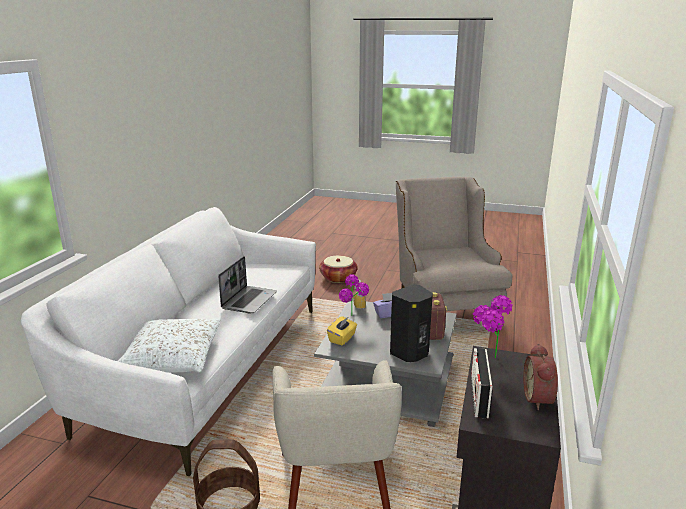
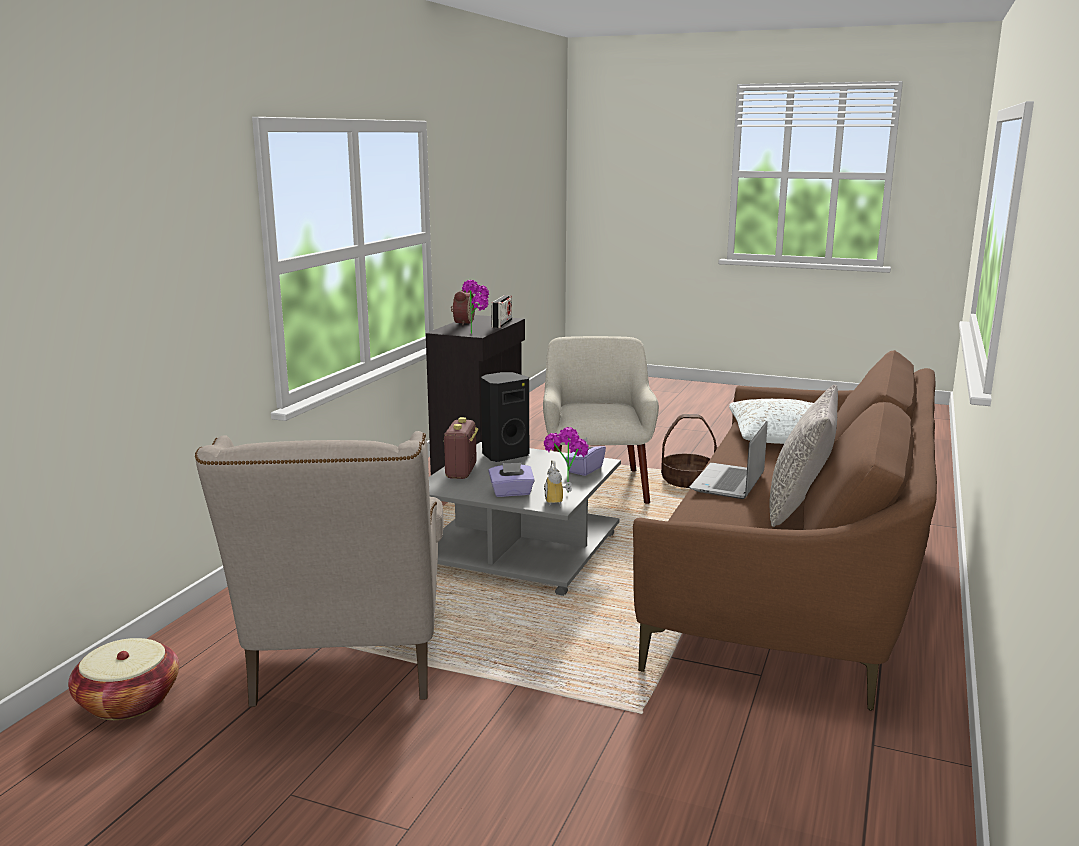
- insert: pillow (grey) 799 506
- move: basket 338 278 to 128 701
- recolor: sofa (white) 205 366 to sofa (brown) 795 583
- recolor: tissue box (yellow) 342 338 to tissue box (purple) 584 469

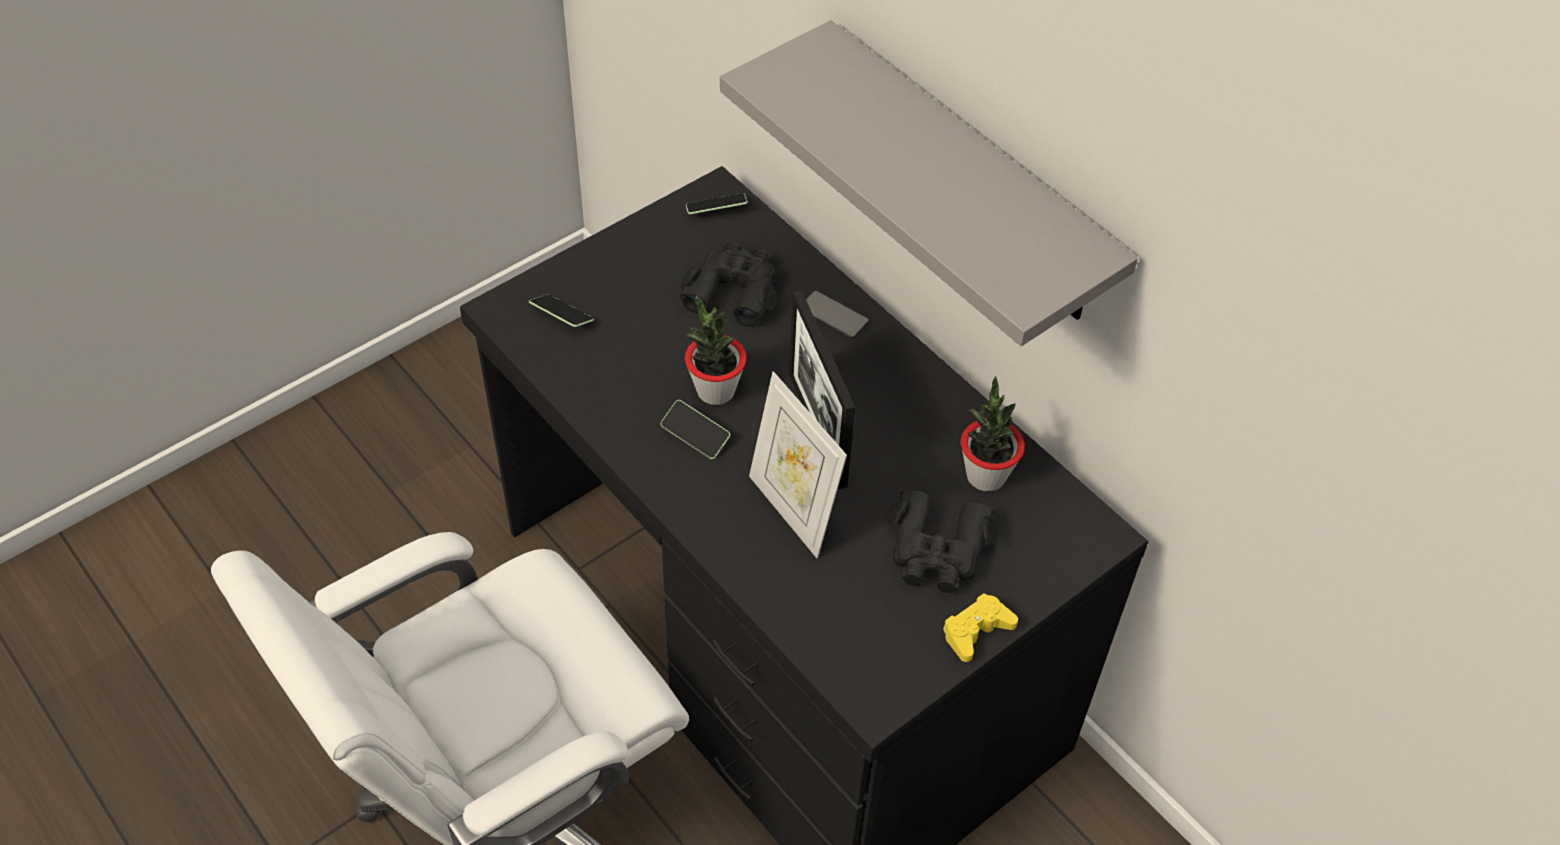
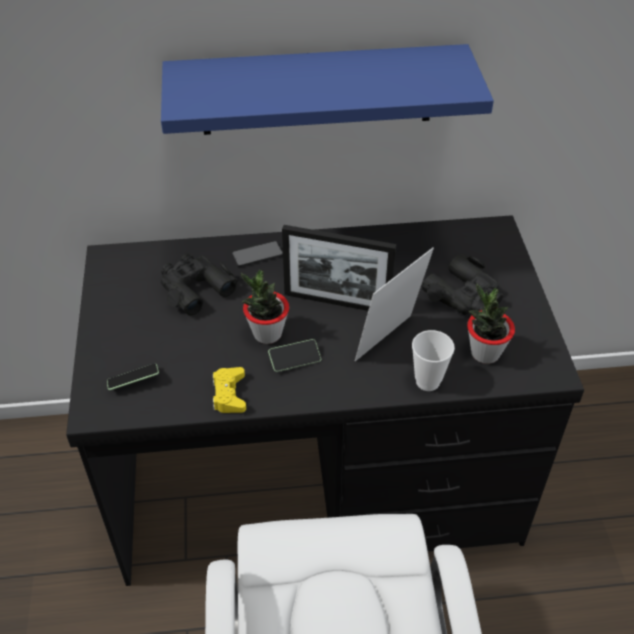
- delete: phone 716 210
- insert: cup 427 381
- move: game controller (yellow) 976 631 to 229 394
- move: potted plant 985 475 to 485 353
- recolor: shelf (grey) 968 177 to shelf (blue) 317 90
- rotate: picture frame 793 510 = 389 342 135 degrees clockwise

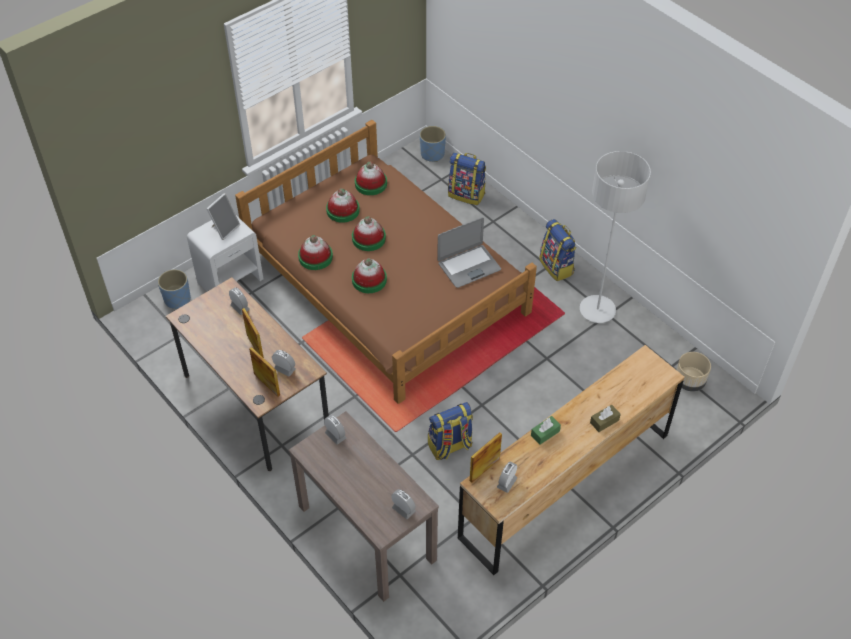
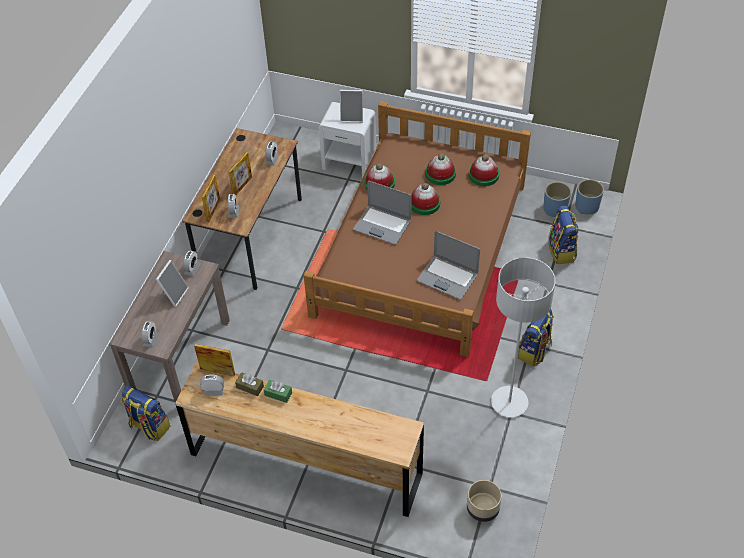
- insert: picture frame 174 294
- move: planter (blue) 177 299 to 555 209
- move: backpack 450 446 to 149 426
- move: tissue box (brown) 604 421 to 250 387
- replace: hat 369 280 to laptop 382 225

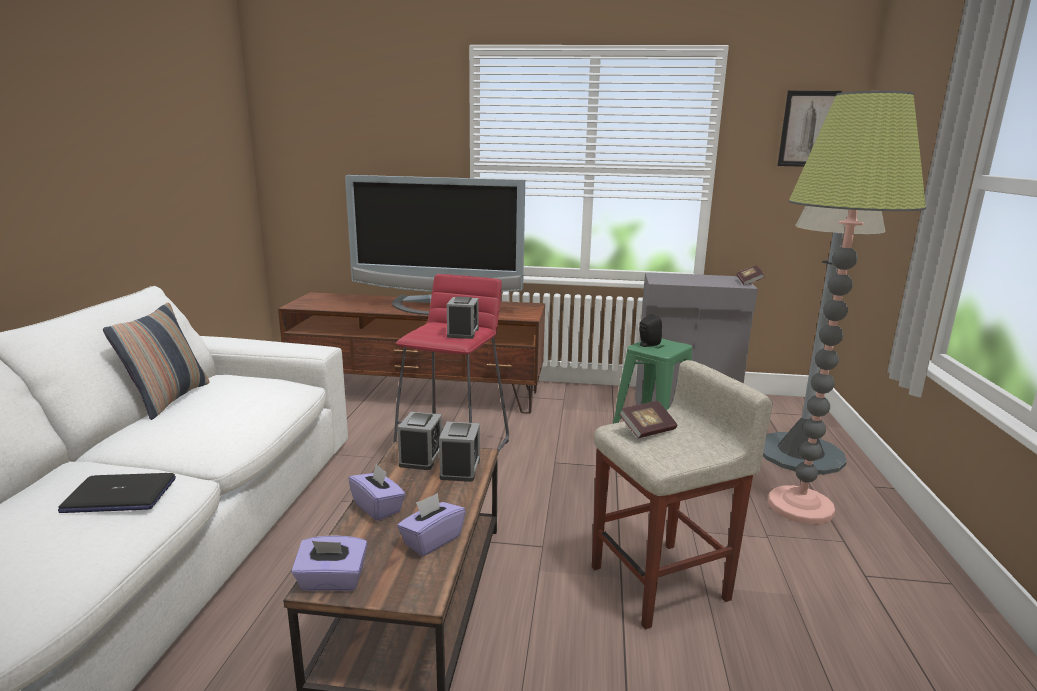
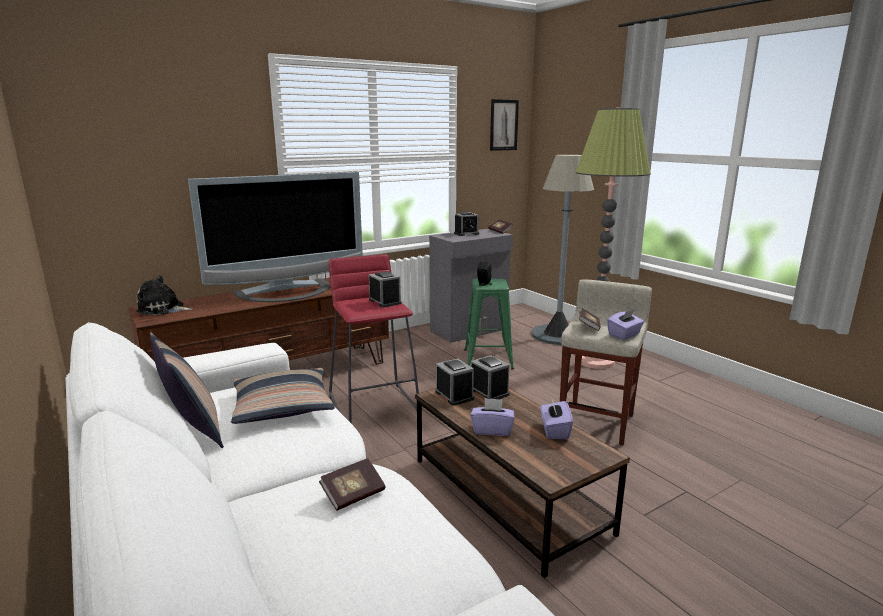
- insert: plush toy 163 309
- insert: pillow 282 406
- insert: alarm clock 466 233
- move: tissue box (purple) 332 581 to 624 335
- replace: laptop 119 495 to book 353 494

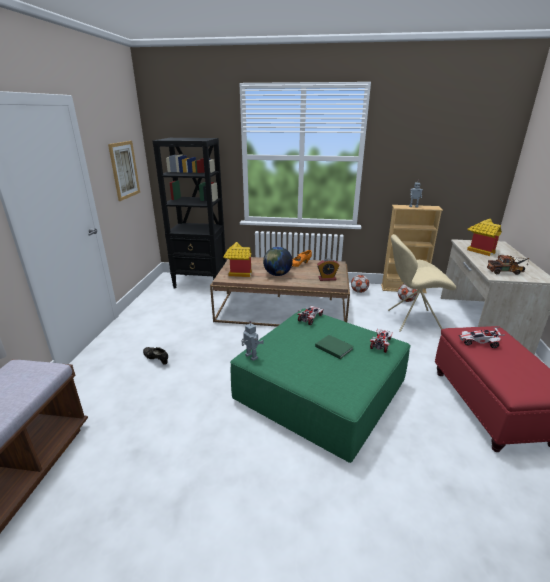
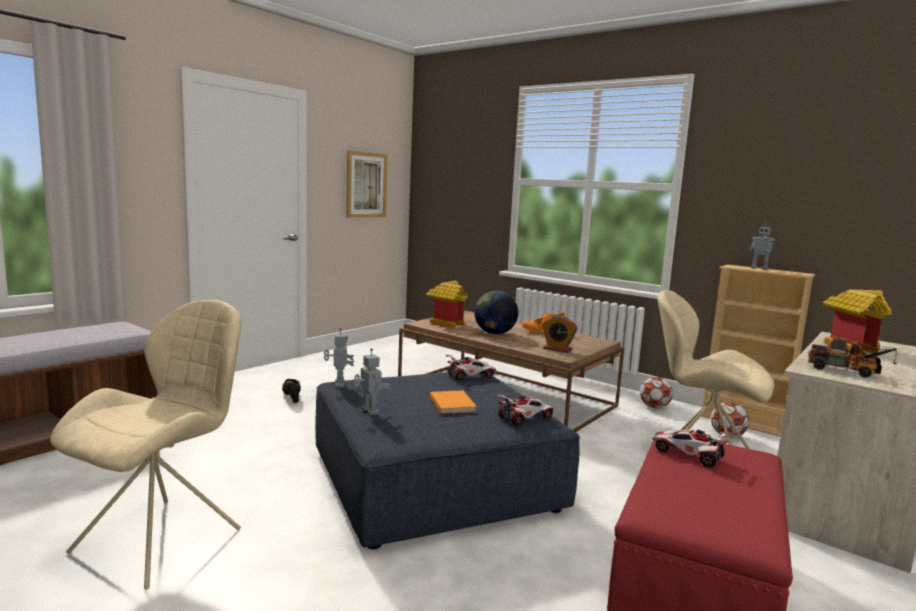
- delete: bookcase (black) 201 282
- insert: chair (beige) 163 538
- insert: toy robot 369 411
- recolor: ottoman (green) 320 392 to ottoman (blue) 434 480
- recolor: book (green) 333 347 to book (orange) 453 404

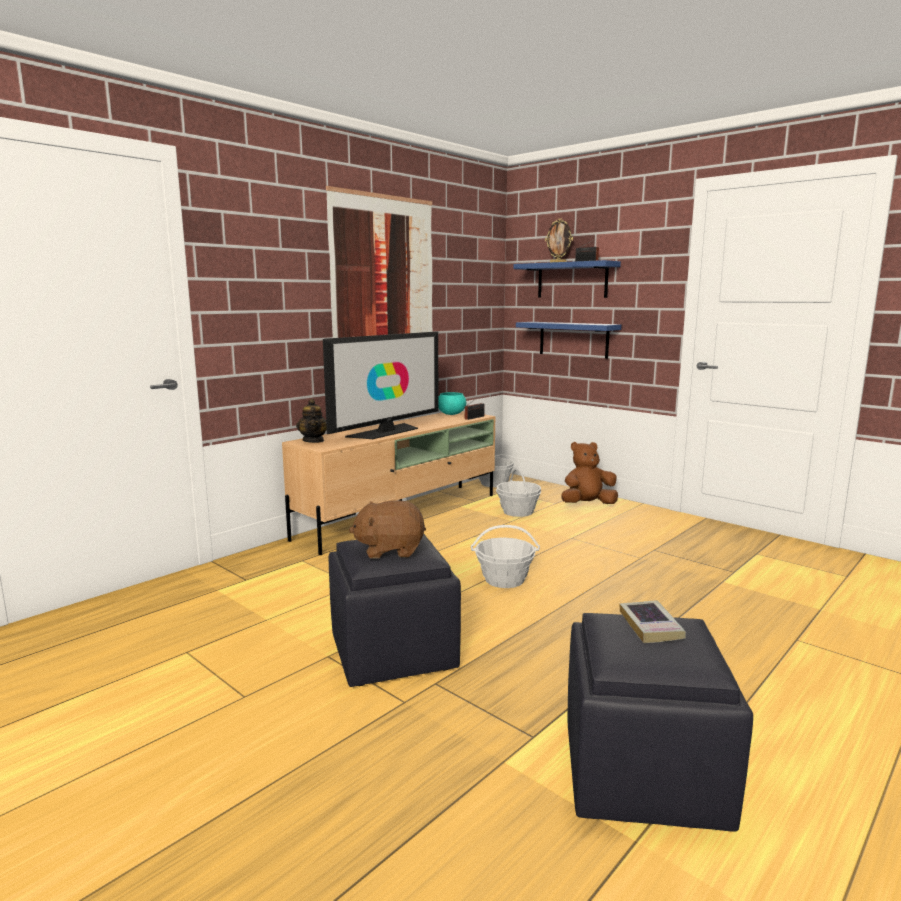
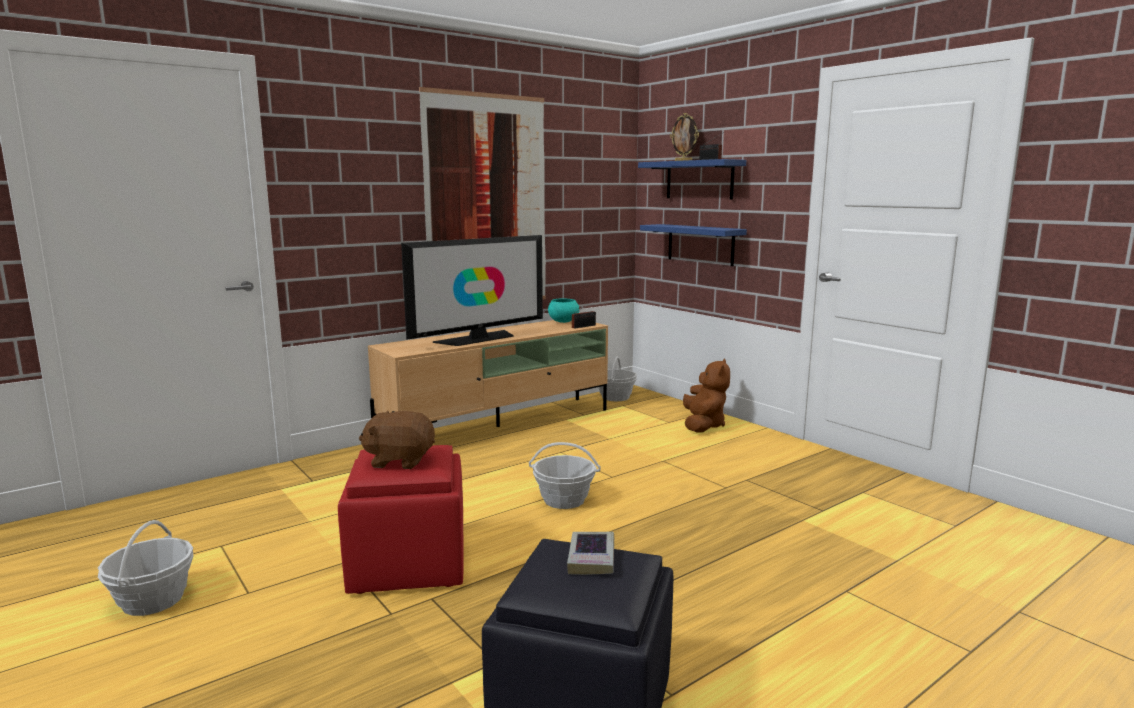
- delete: teapot 313 441
- move: basket 518 512 to 153 600
- recolor: ottoman (black) 394 653 to ottoman (red) 410 564
- rotate: plush toy (brown) 587 504 = 703 425 105 degrees clockwise

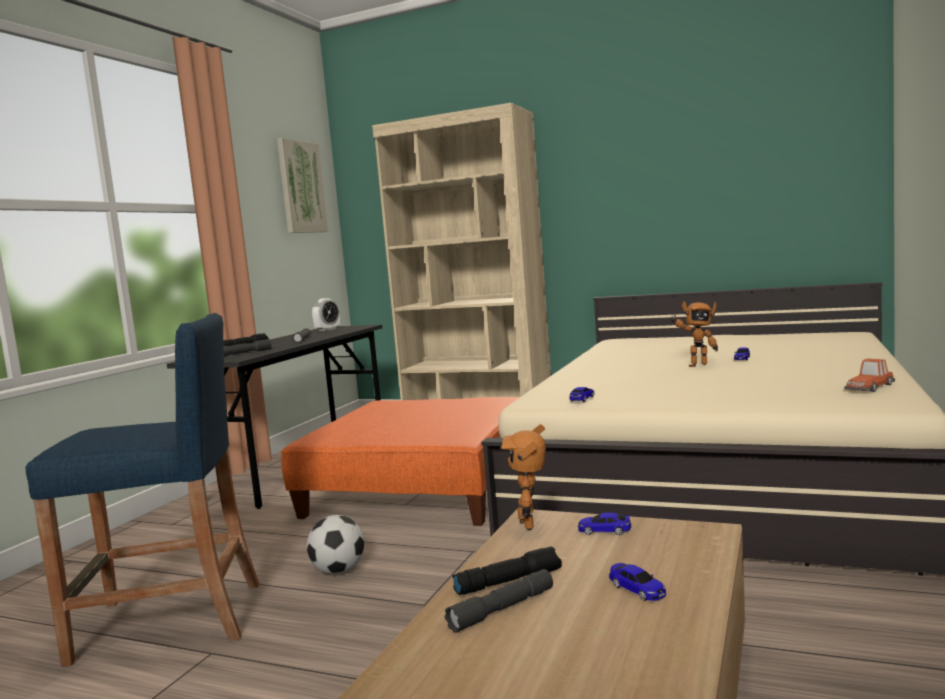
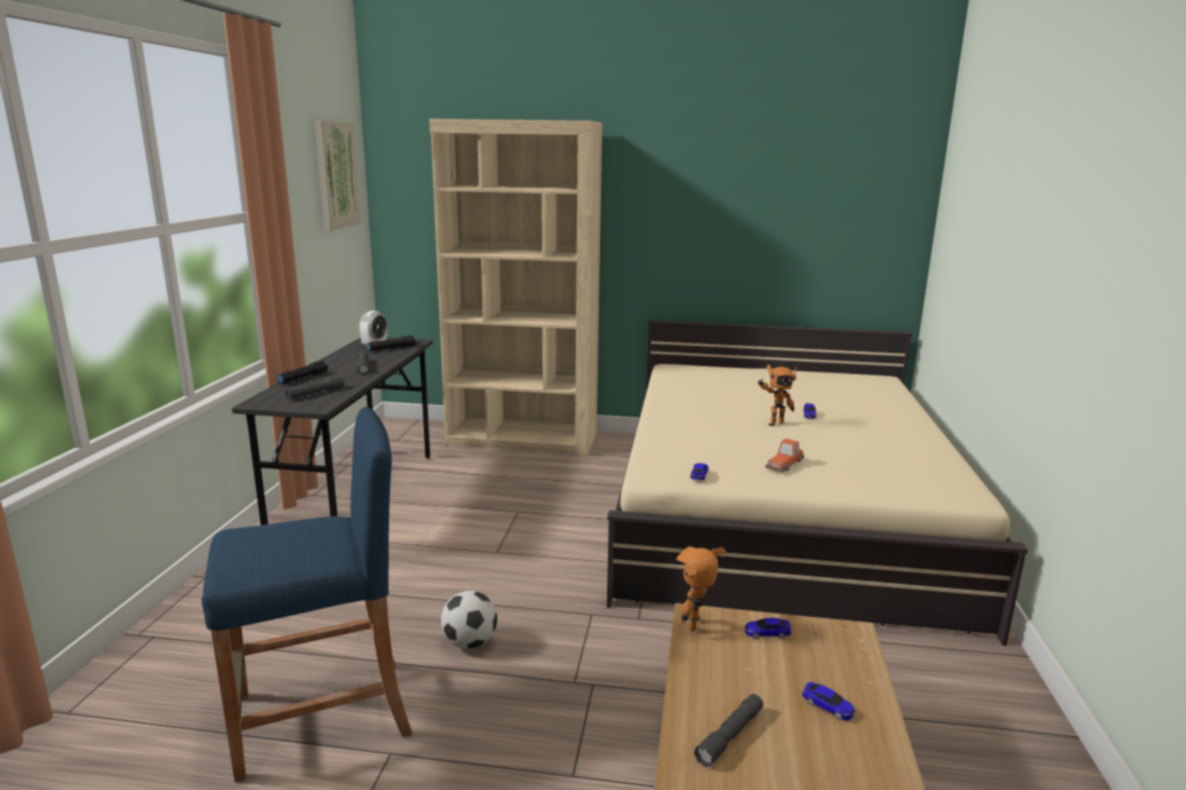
- delete: ottoman (orange) 422 488
- move: flashlight (black) 508 581 to 392 348
- move: toy car 869 387 to 784 464
- rotate: toy robot 530 524 = 698 625 45 degrees clockwise

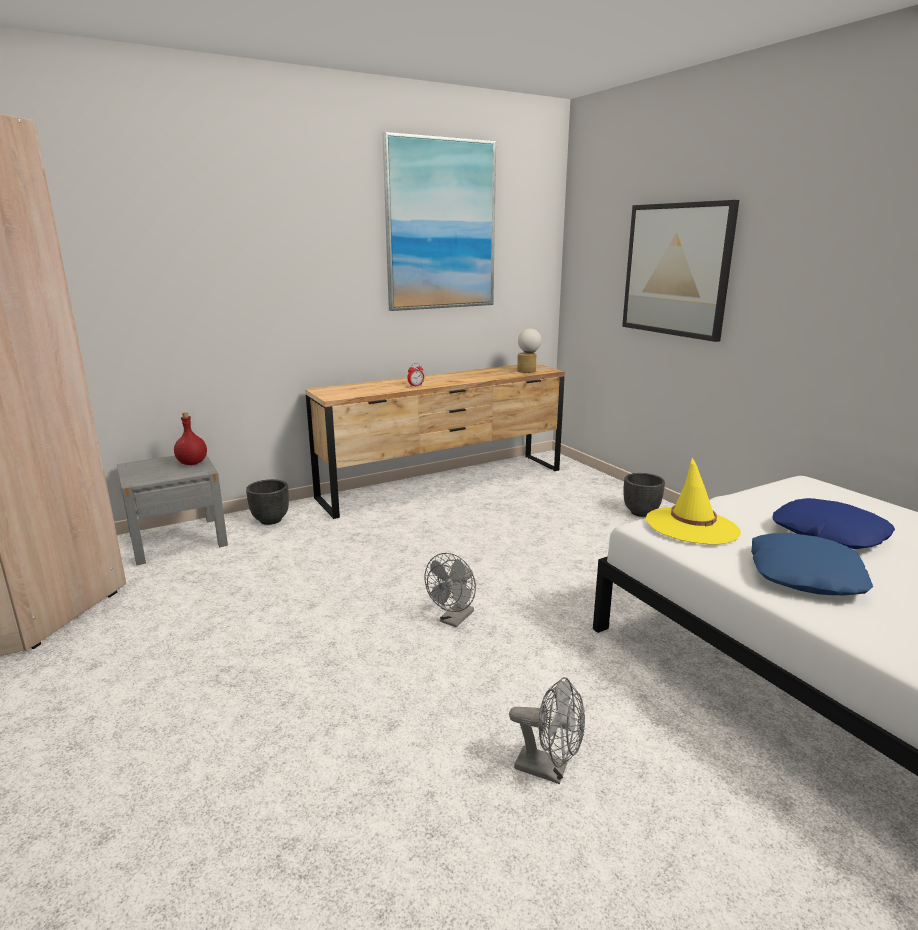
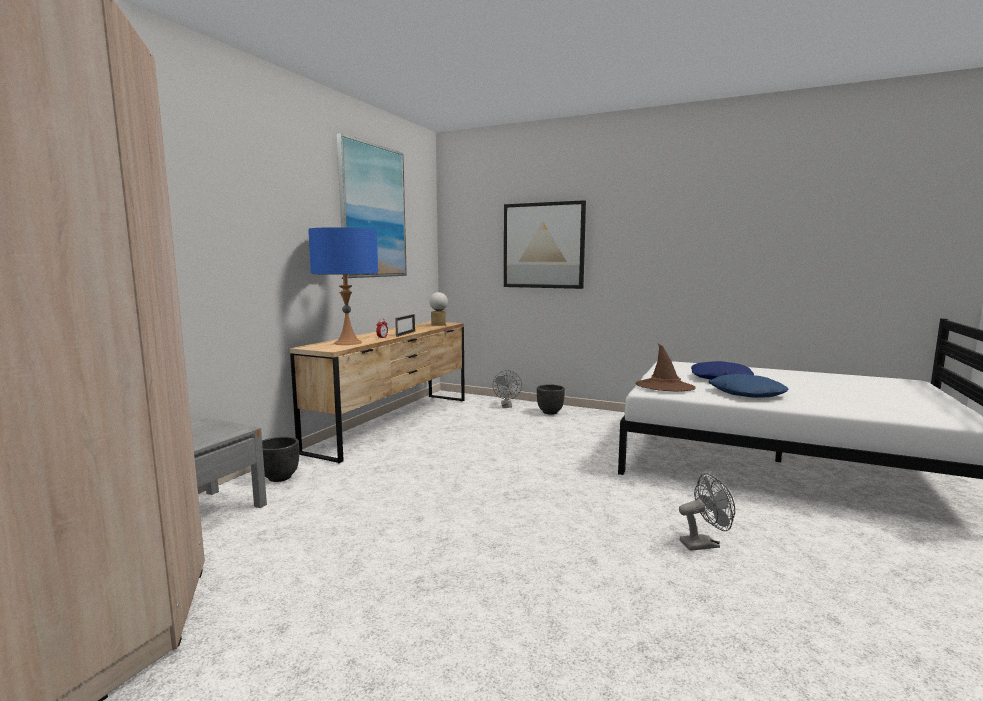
- delete: bottle (red) 193 463
- insert: table lamp (blue) 348 343
- insert: picture frame 405 334
- move: fan (grey) 454 620 to 507 406
- recolor: hat (yellow) 692 526 to hat (brown) 664 386

